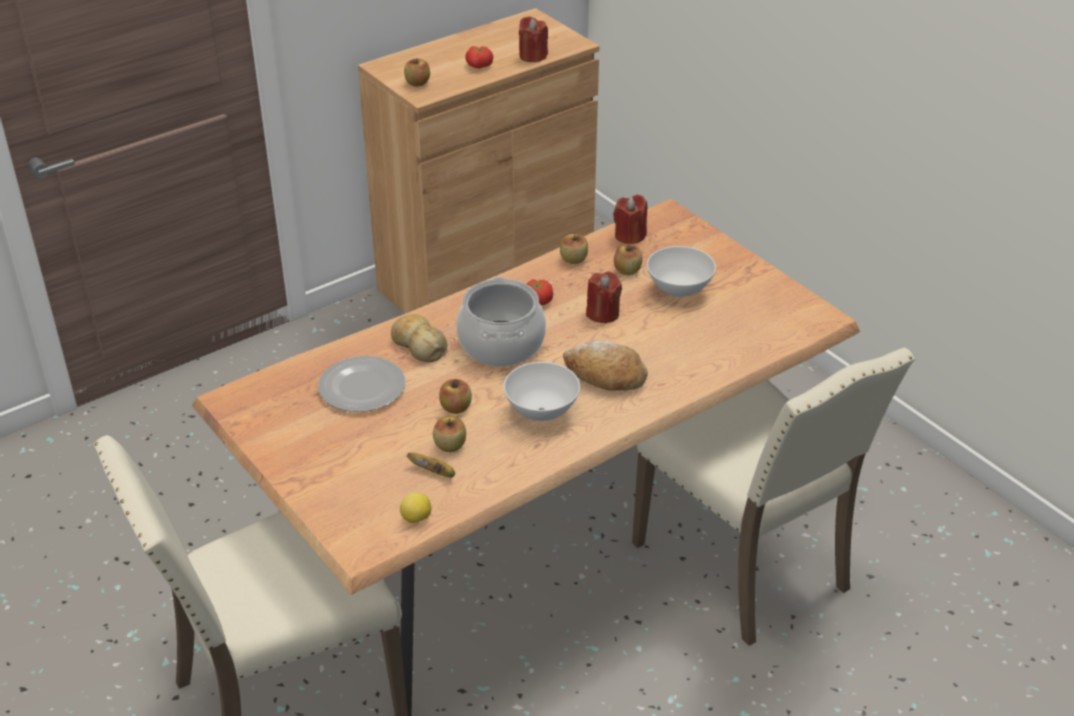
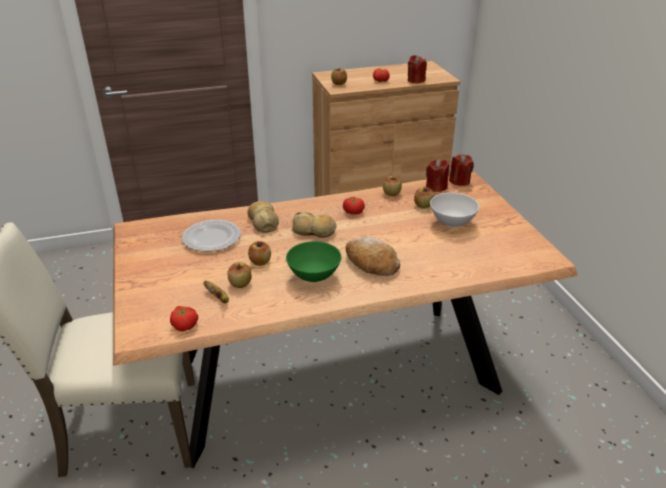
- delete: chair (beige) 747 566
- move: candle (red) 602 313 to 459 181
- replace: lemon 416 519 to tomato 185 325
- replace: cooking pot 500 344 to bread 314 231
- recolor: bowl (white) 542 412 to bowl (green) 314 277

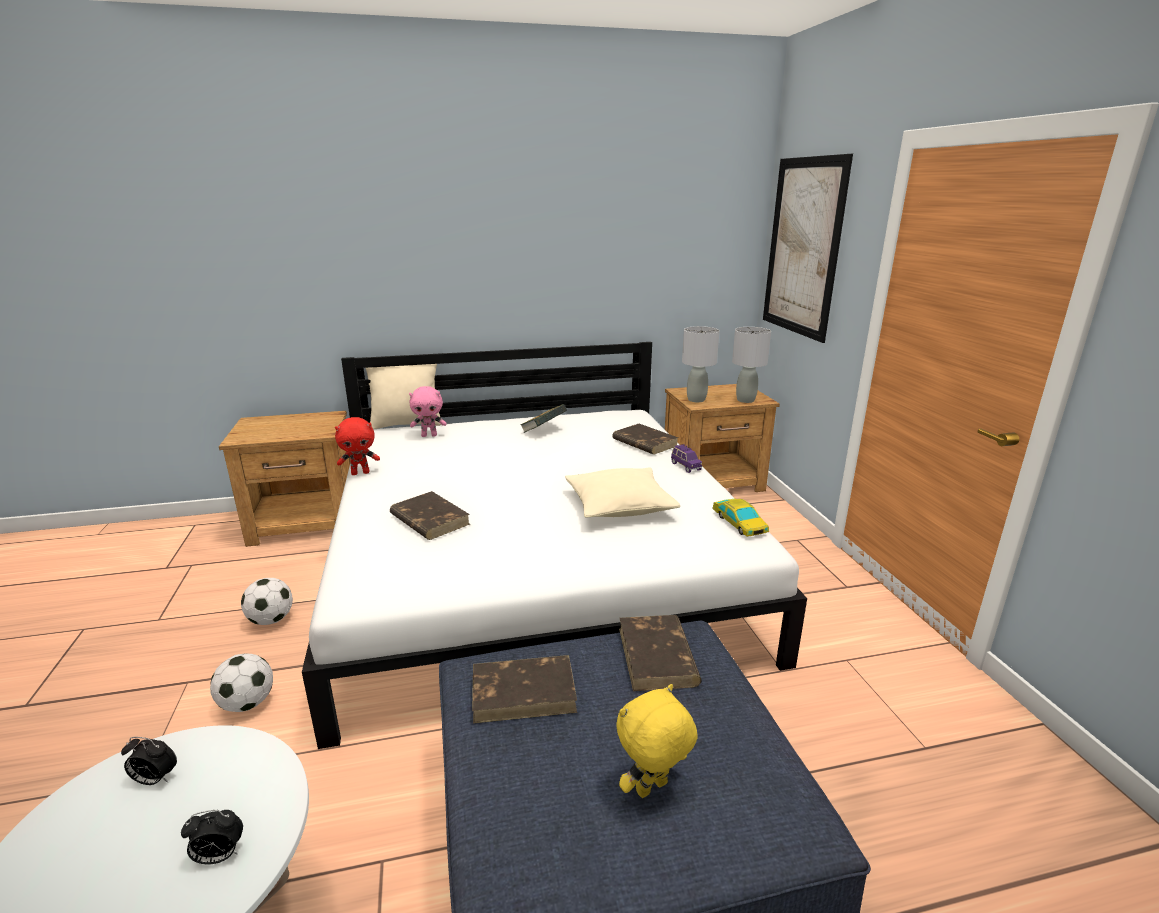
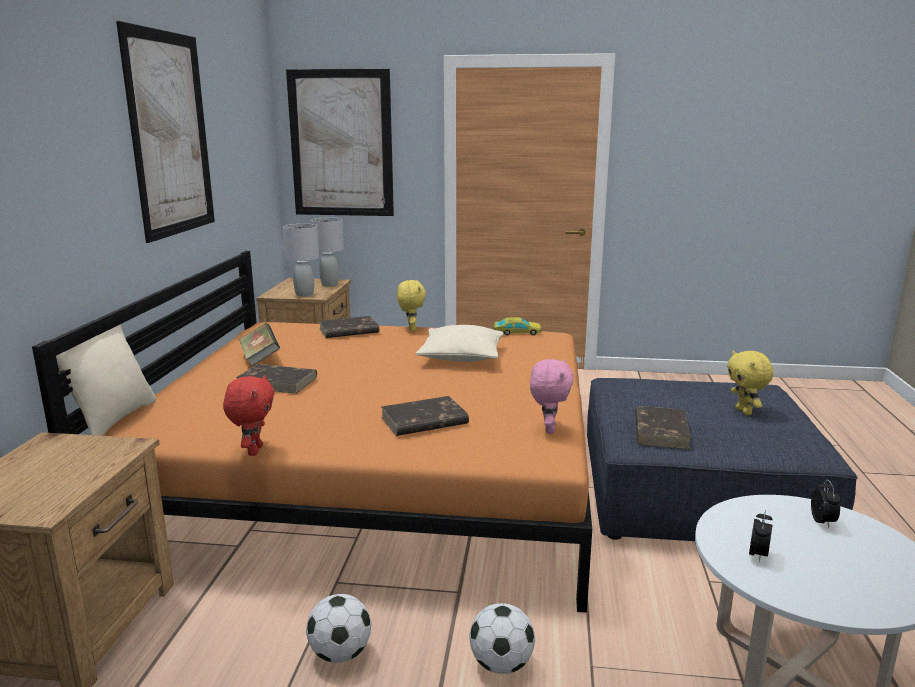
- insert: picture 170 134
- move: plush toy (pink) 429 435 to 548 429
- move: book (brown) 657 657 to 278 382
- replace: toy car (purple) 685 466 to plush toy (yellow) 411 329
- recolor: bed (white) 535 566 to bed (orange) 375 472

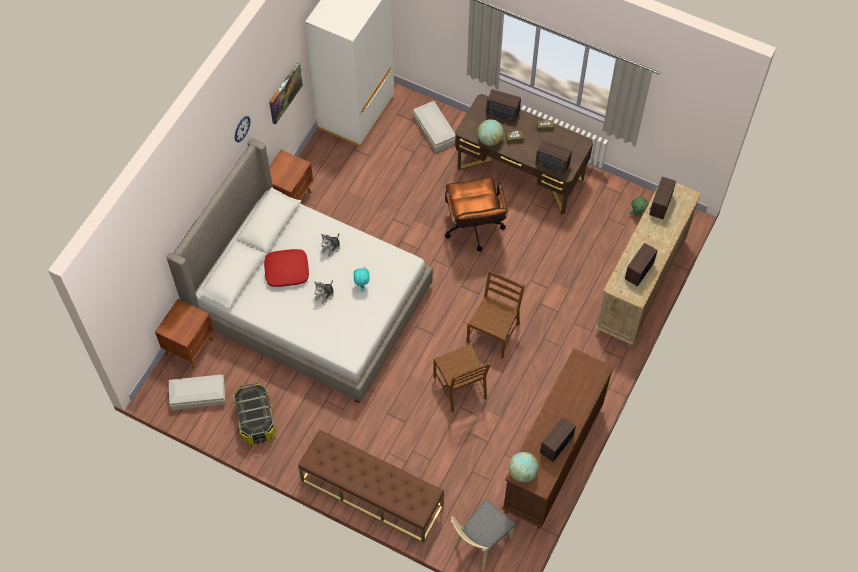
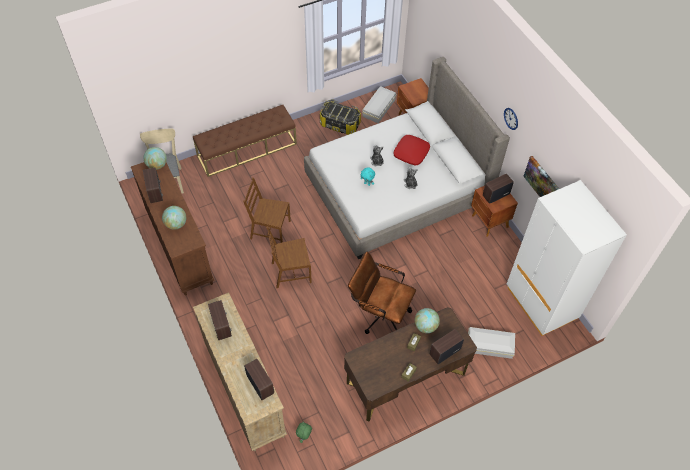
- insert: globe 176 224
- move: radio 552 166 to 495 195
- rotate: chair (brown) 493 333 = 291 272 105 degrees clockwise

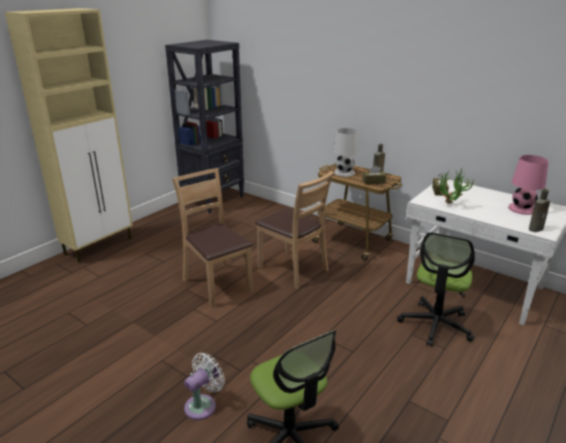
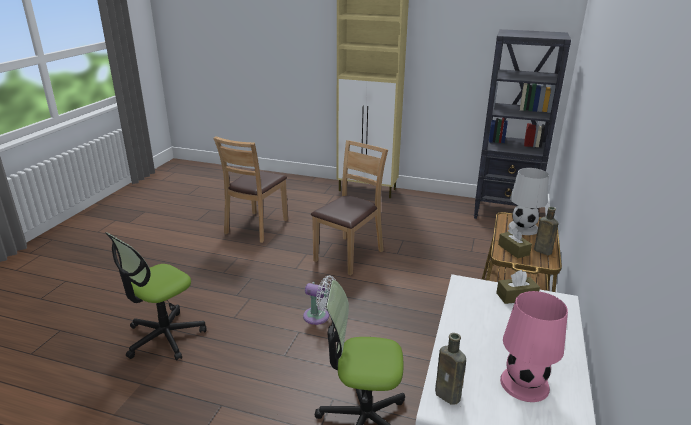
- delete: potted plant 450 205
- move: fan (white) 203 405 to 319 317
- move: chair (brown) 293 269 to 256 227

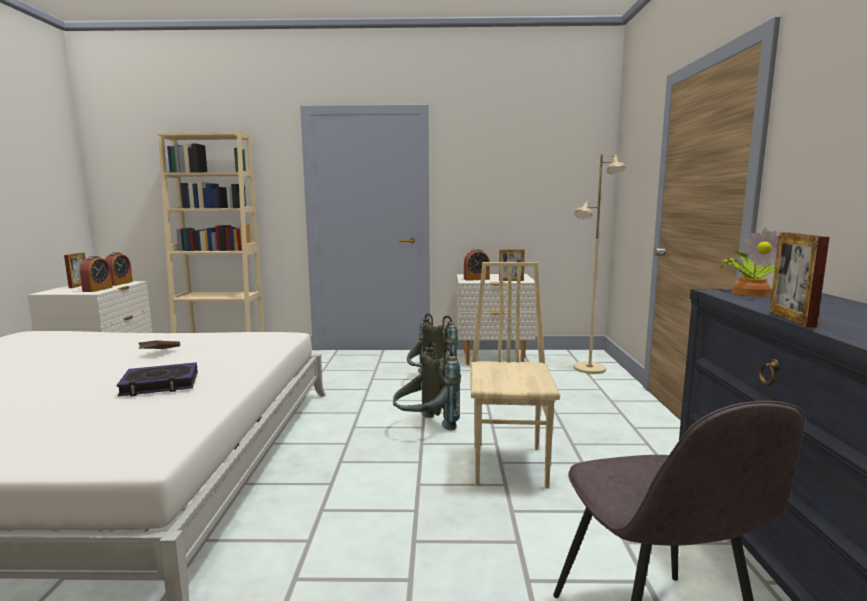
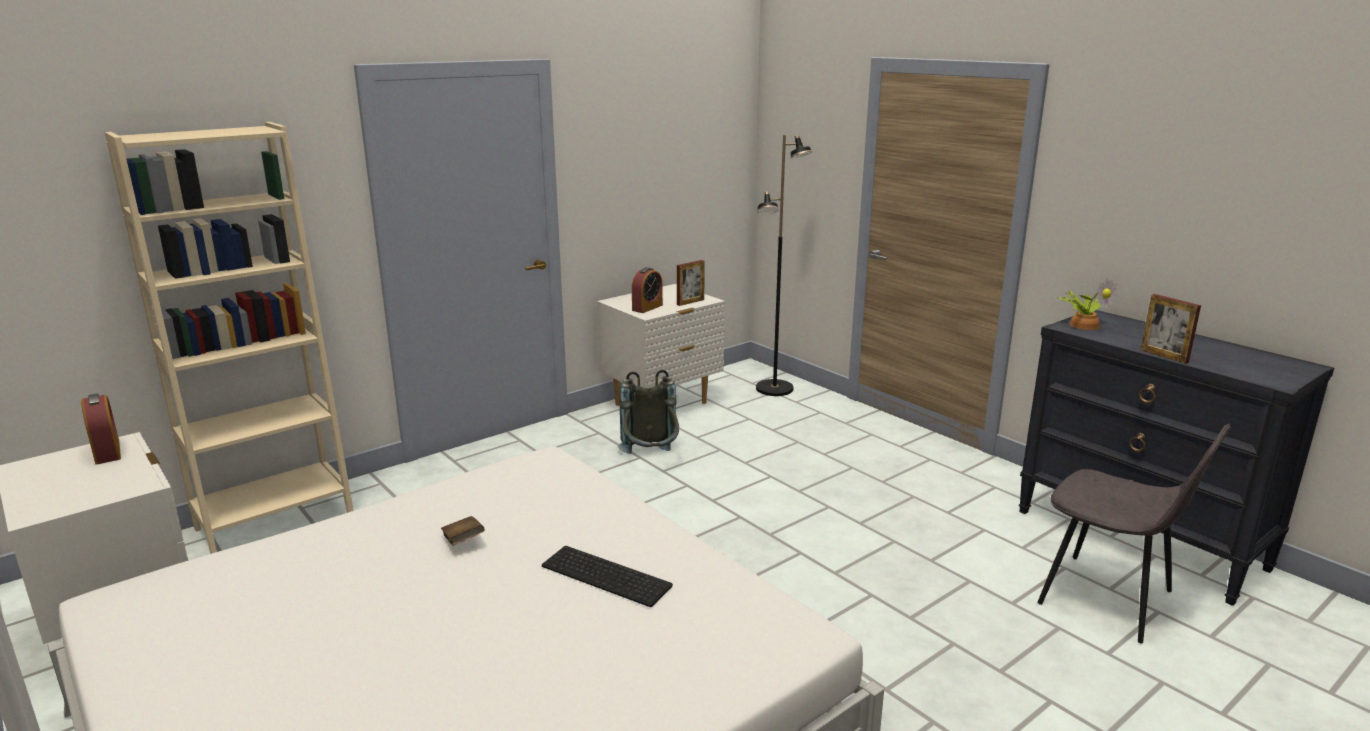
- delete: picture frame 79 286
- delete: alarm clock 97 289
- delete: backpack (grey) 424 427
- delete: chair (beige) 510 465
- replace: book 160 384 to keyboard 608 575
- recolor: floor lamp (beige) 589 369 to floor lamp (black) 775 389

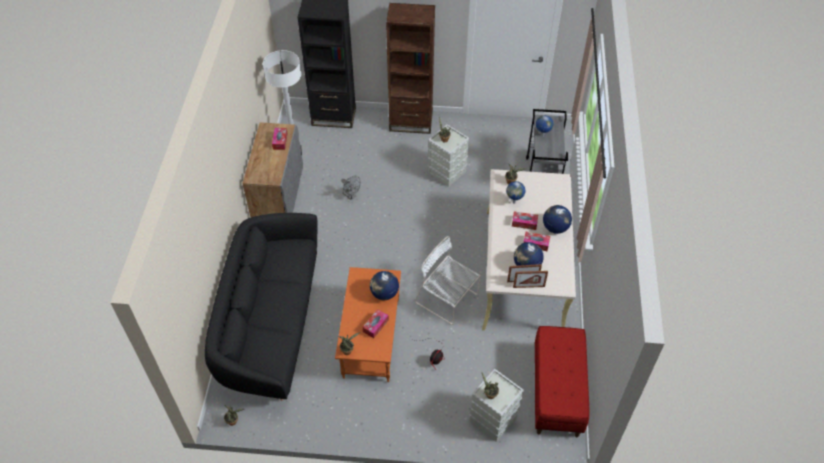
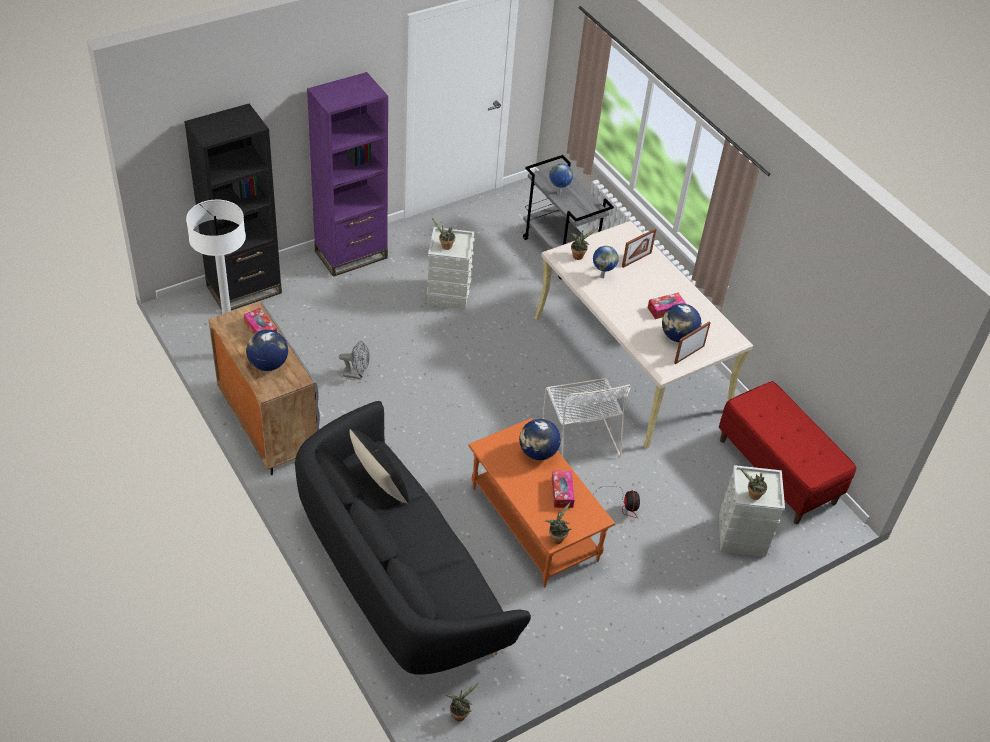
- delete: tissue box 524 223
- insert: pillow (black) 380 485
- move: picture frame 528 286 to 636 260
- move: globe 555 228 to 268 364
- recolor: bookcase (brown) 411 122 to bookcase (purple) 351 255
- rotate: chair (white) 448 299 = 580 435 105 degrees counterclockwise

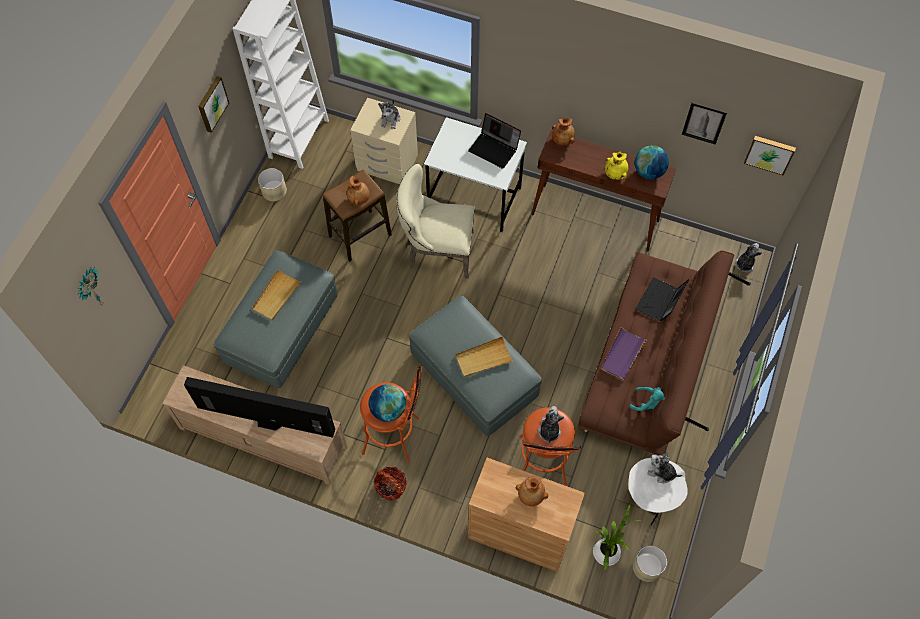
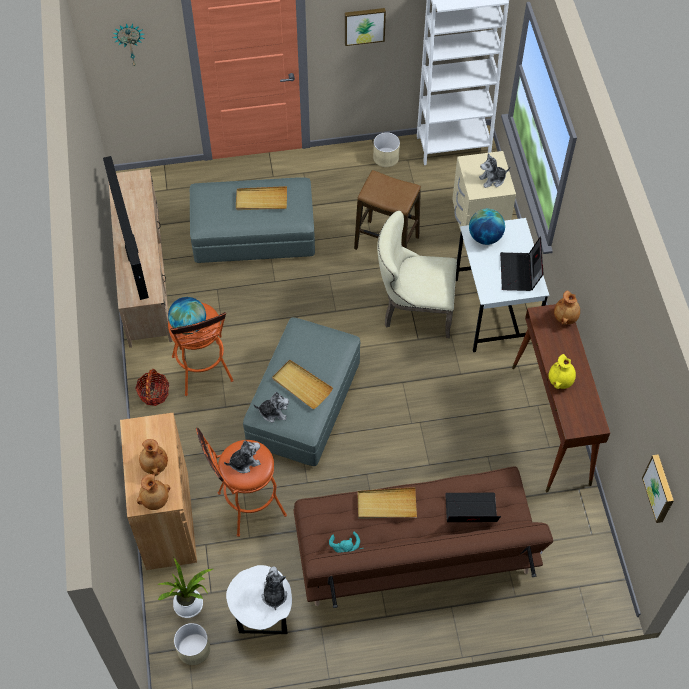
- delete: picture 704 123
- move: vase (brown) 359 199 to 155 500
- move: globe 648 172 to 485 237
- move: plush toy 744 264 to 273 412
- recolor: tray (purple) 622 354 to tray (beige) 386 505
- rotate: chair (beige) 436 251 = 413 310 60 degrees counterclockwise

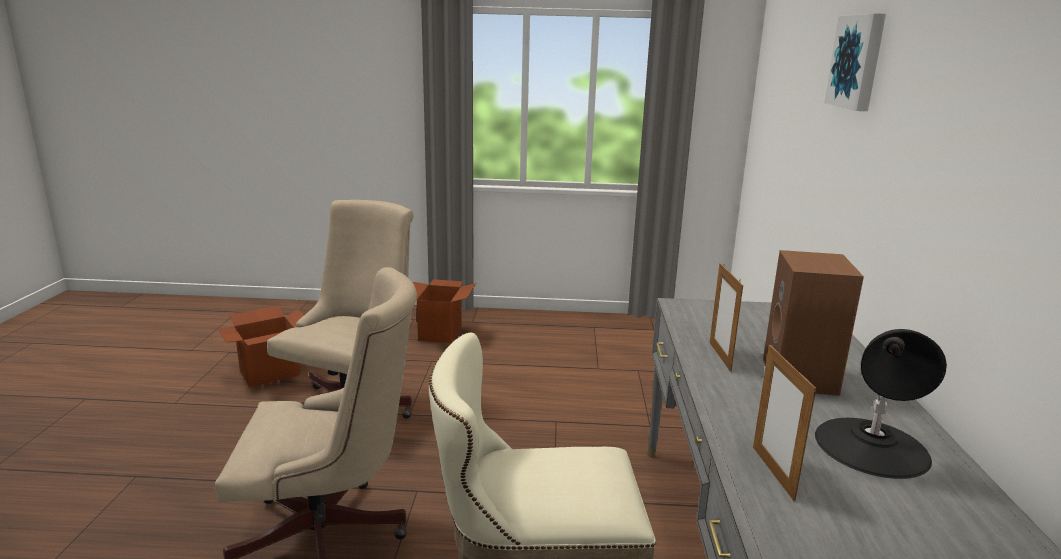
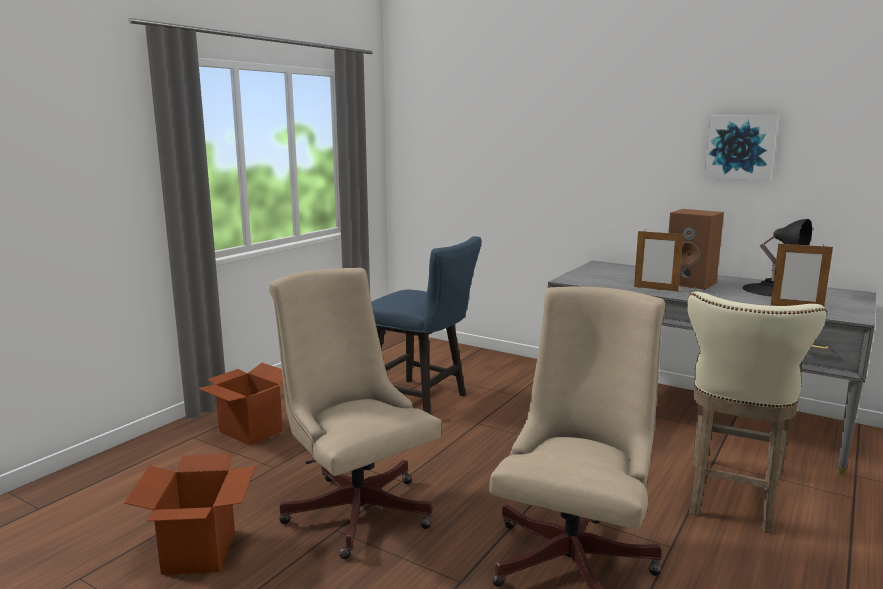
- insert: chair (blue) 423 402
- move: picture 858 62 to 740 147

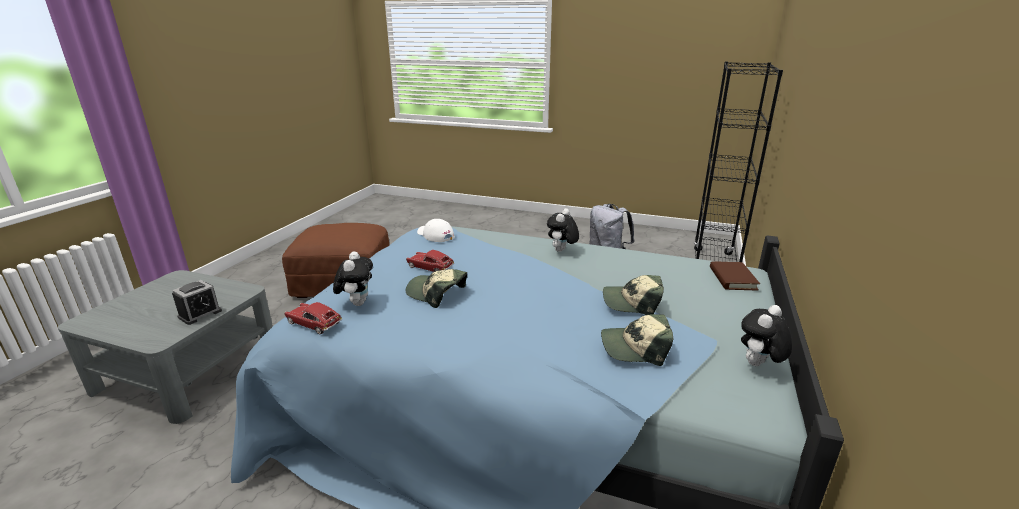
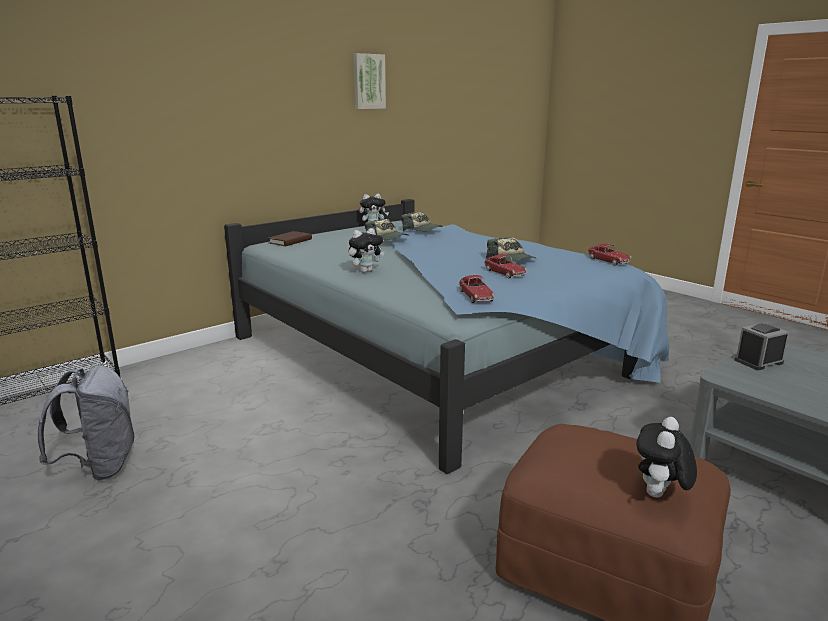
- insert: picture 368 81
- move: plush toy 357 303 to 659 496
- replace: cap (white) 435 235 to toy car 476 296

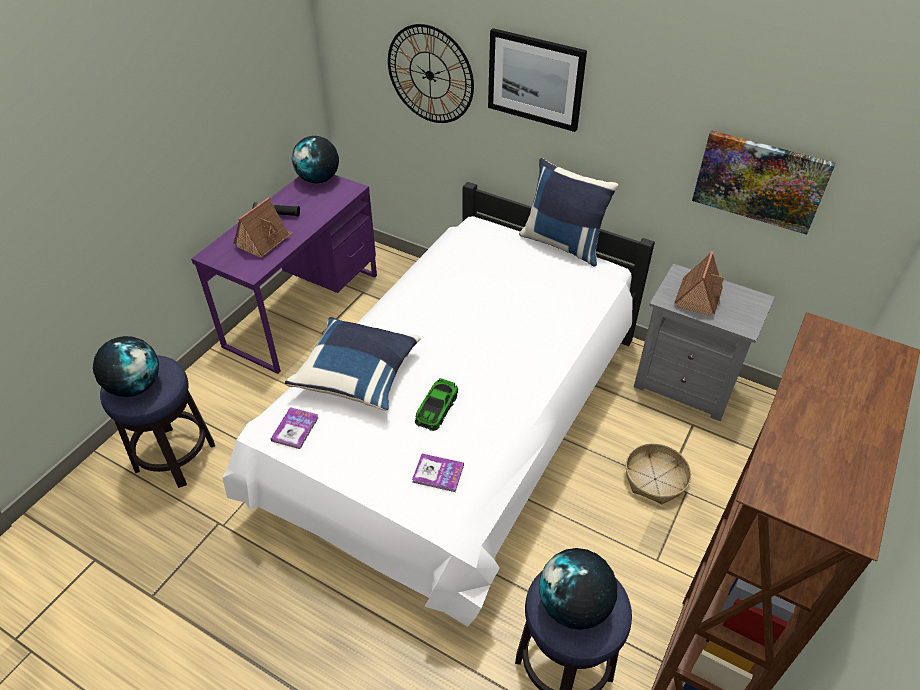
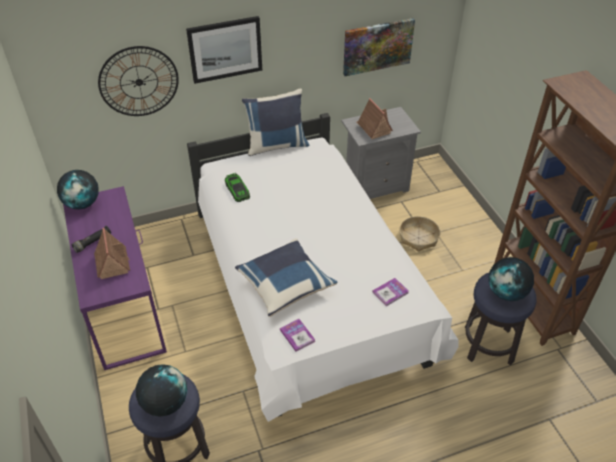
- move: toy car 436 408 to 237 190

